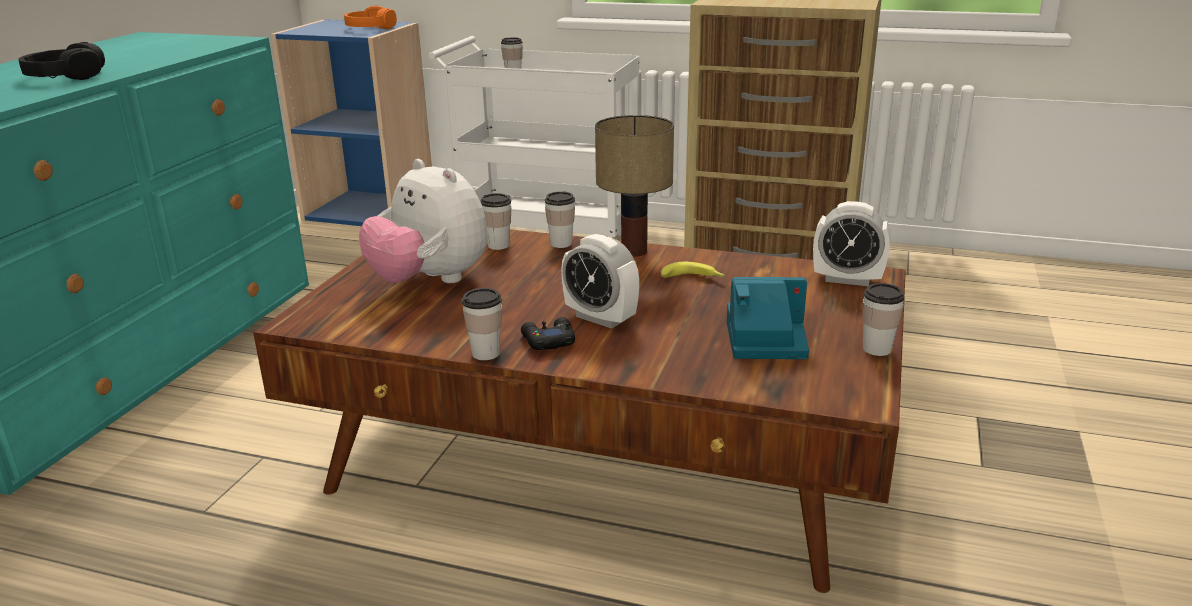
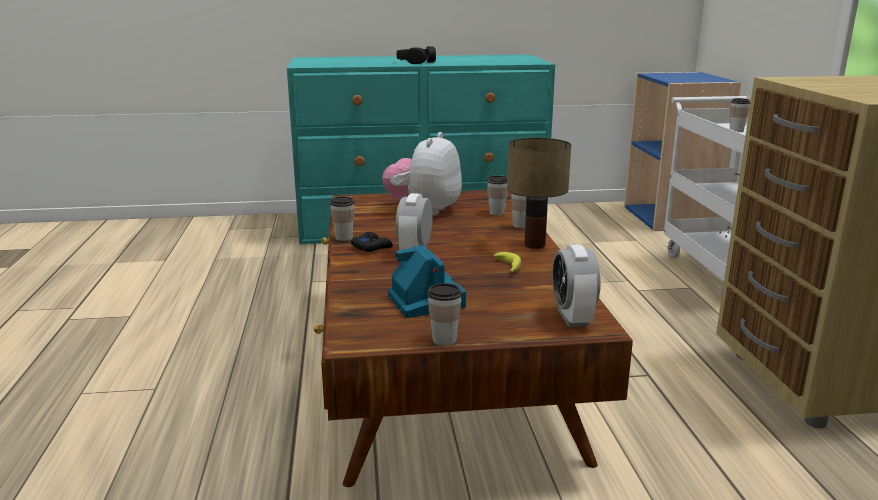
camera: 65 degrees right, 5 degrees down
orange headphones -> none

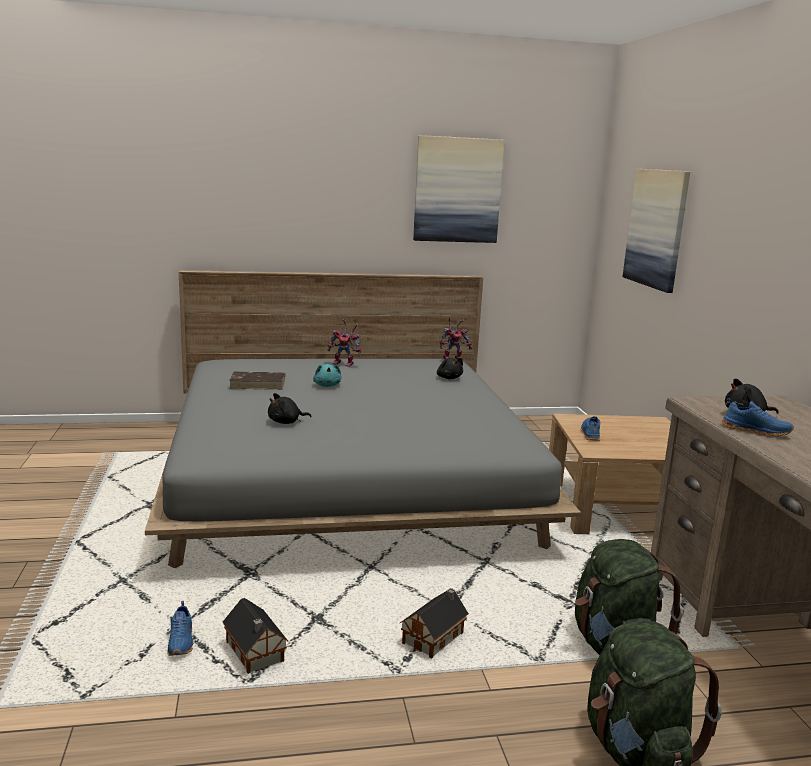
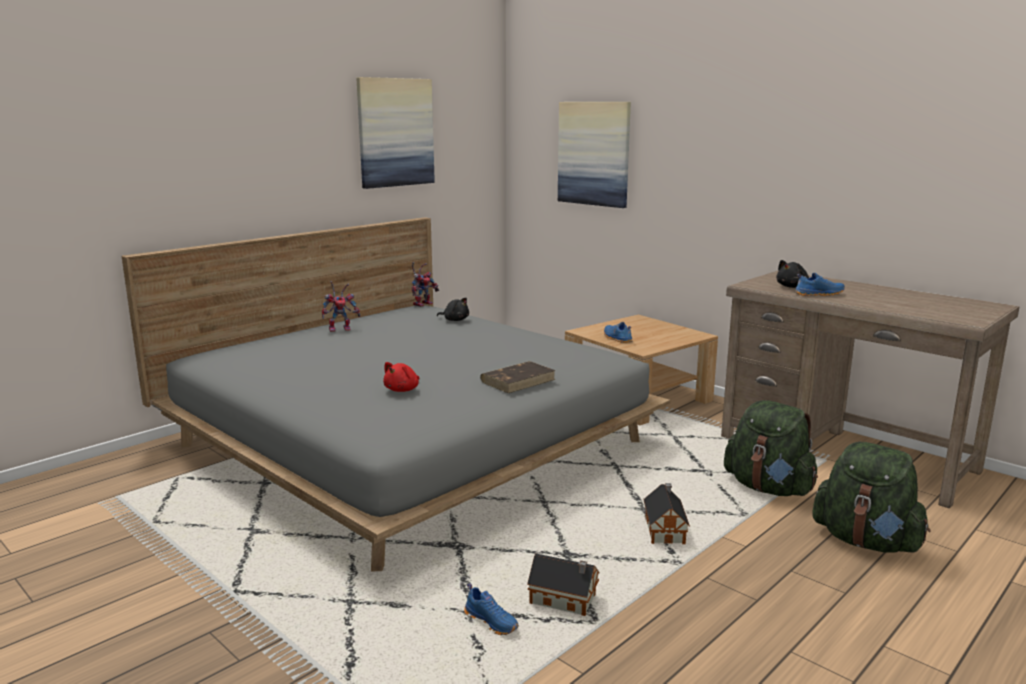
camera: 35 degrees left, 0 degrees up
turquoise plush toy -> none
brown book, moved
black plush toy (1st from left) -> red plush toy

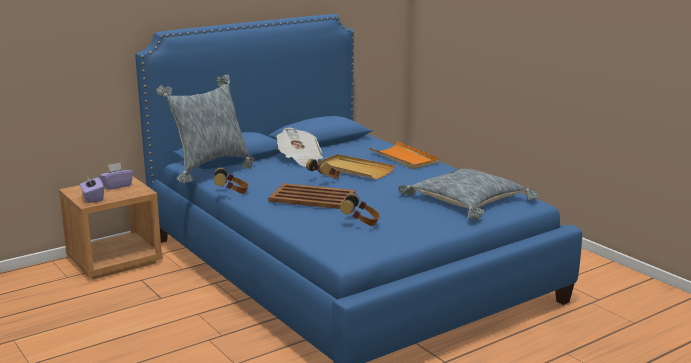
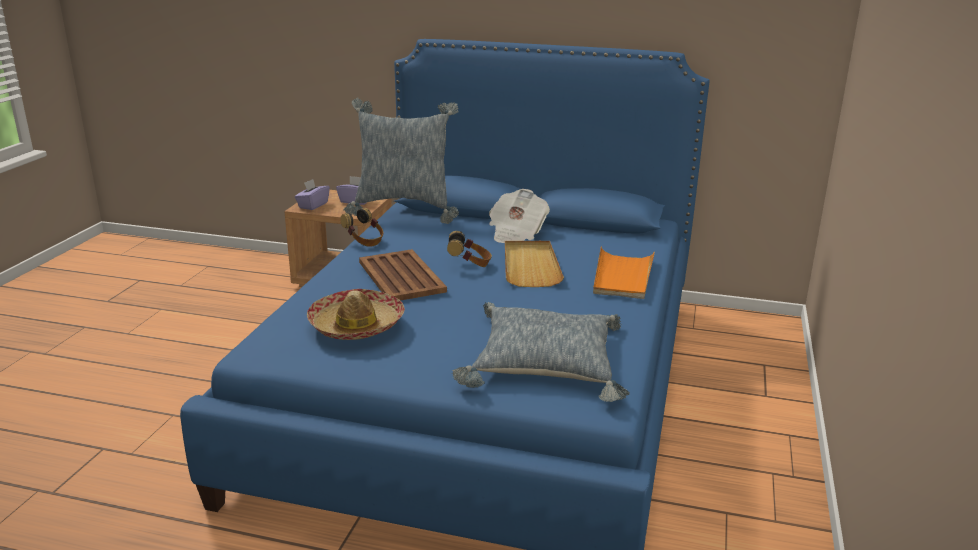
camera: 50 degrees right, 5 degrees up
headphones (3rd from left) -> hat

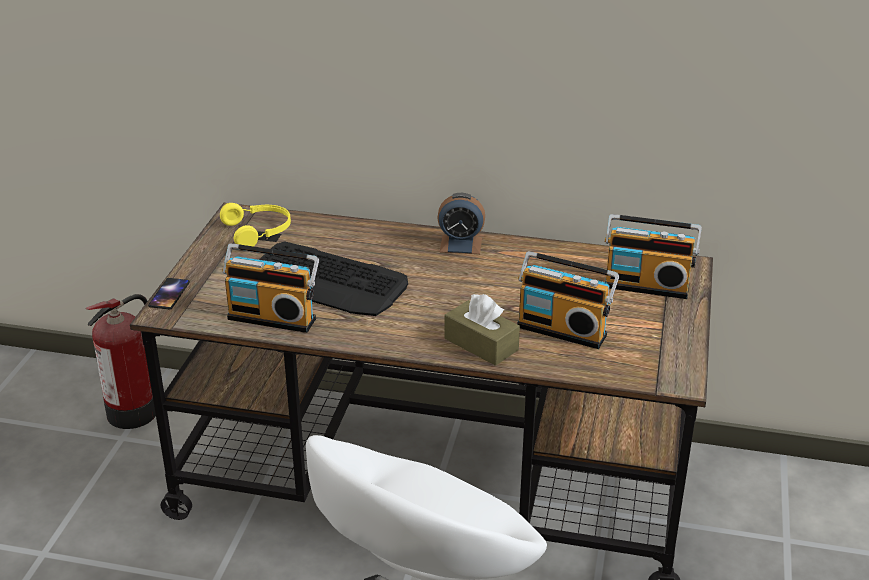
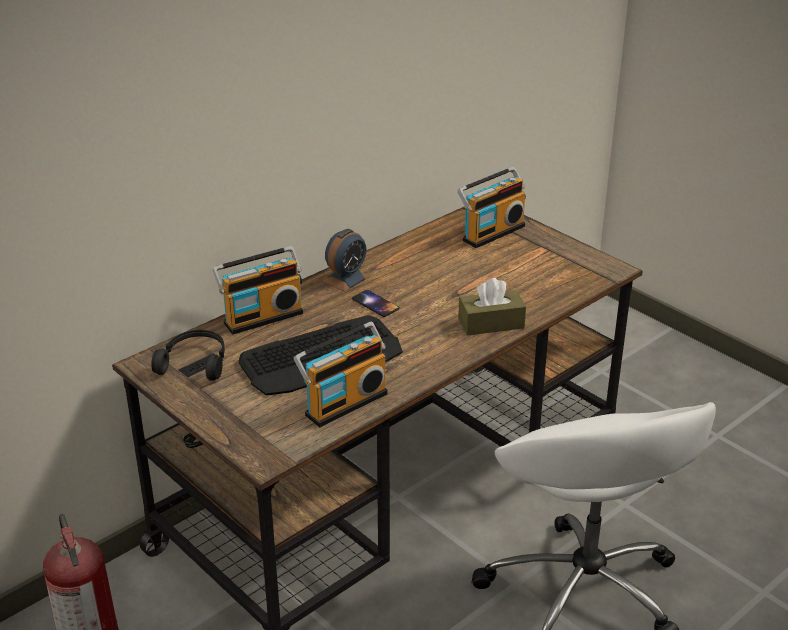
camera: 55 degrees left, 0 degrees up
yellow headphones -> black headphones
radio (2nd from left in the first image) -> radio (1st from left), moved
phone, moved

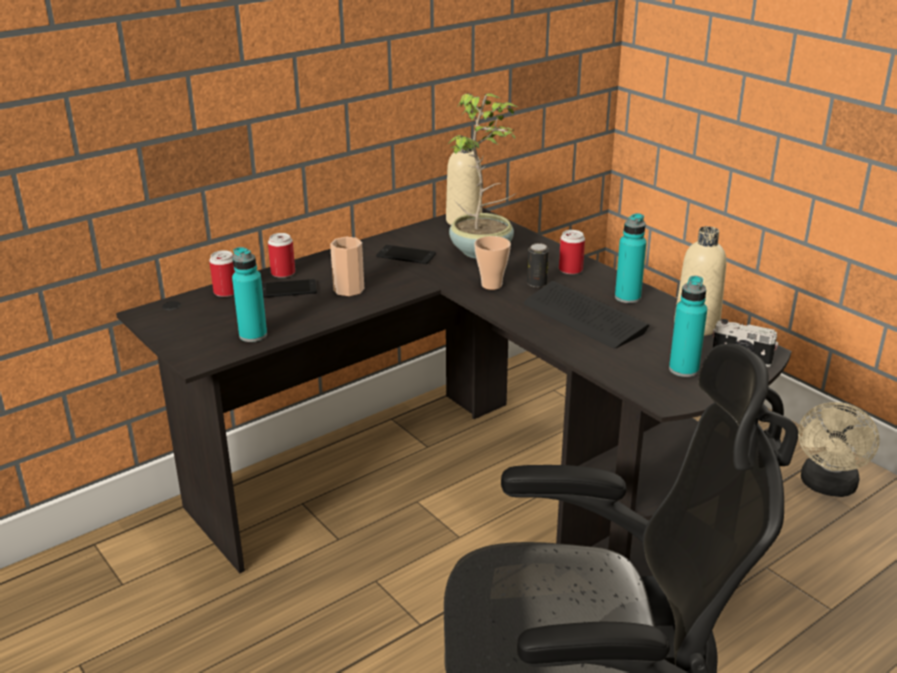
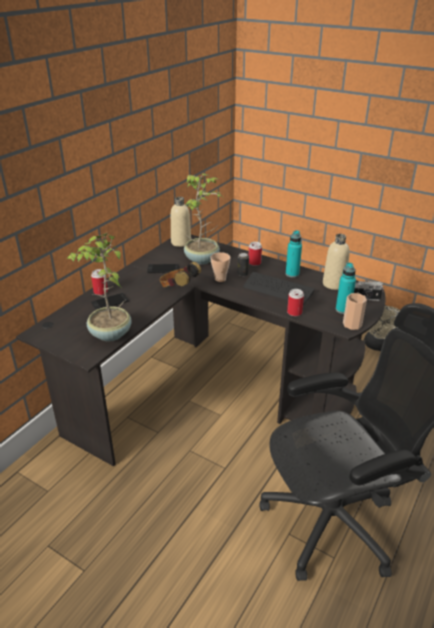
camera: 20 degrees left, 5 degrees up
cup (1st from left in the first image) -> cup (2nd from left), moved
turquoise bottle (1st from left) -> potted plant (1st from left)
can (1st from left in the first image) -> can (4th from left), moved
none -> headphones

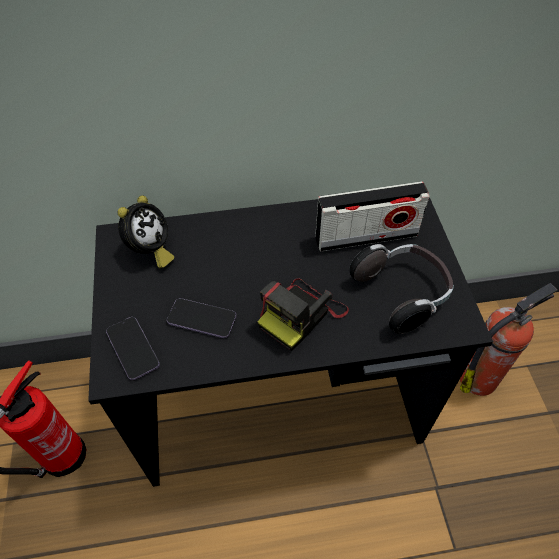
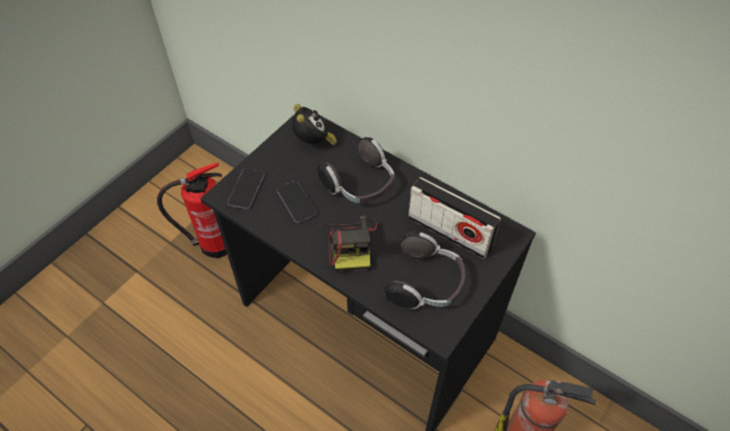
camera: 45 degrees right, 0 degrees up
alarm clock, 90 degrees counterclockwise
photo camera, 90 degrees counterclockwise
none -> headphones (1st from left)

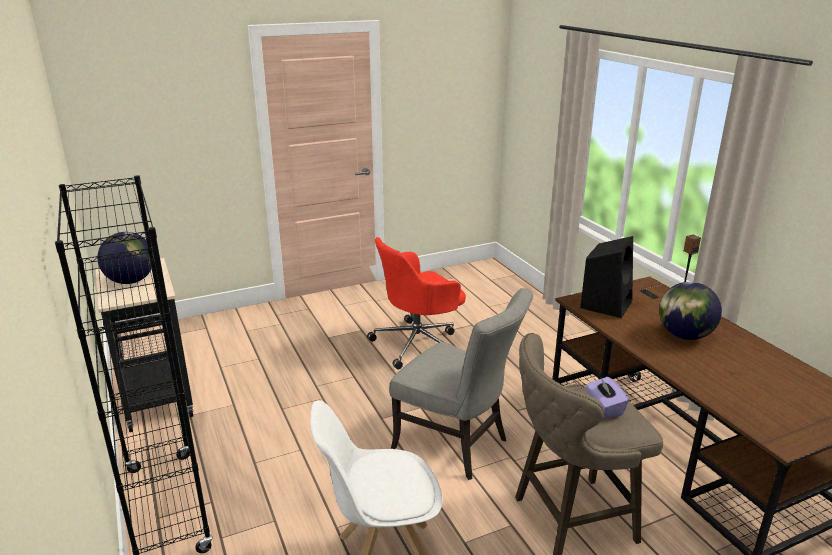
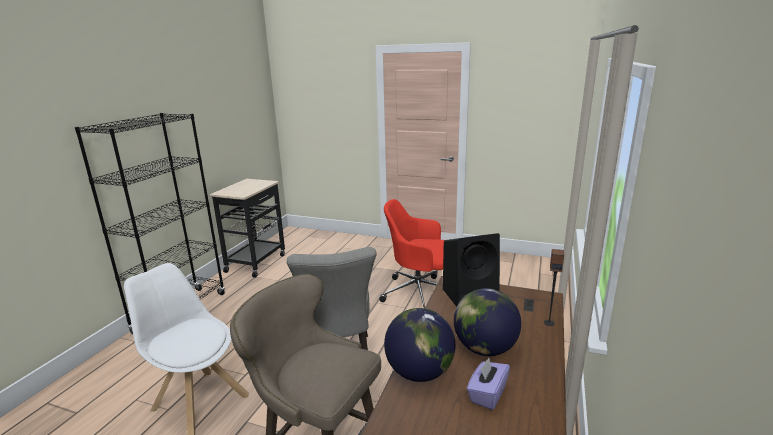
camera: 45 degrees right, 5 degrees down
globe (1st from left), moved
purple tissue box, moved

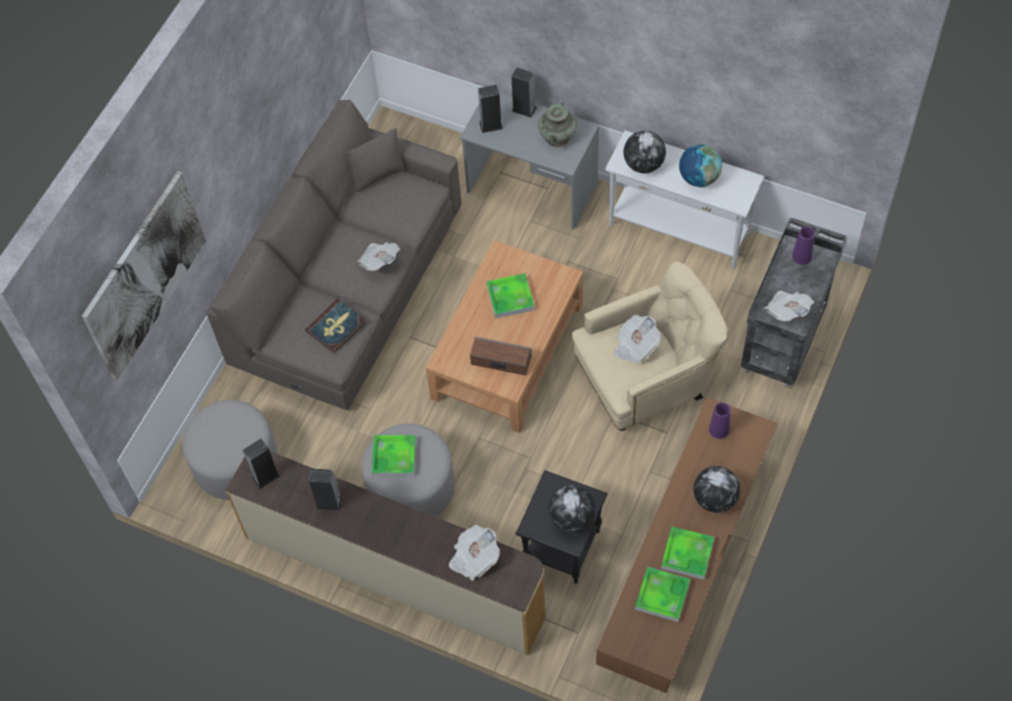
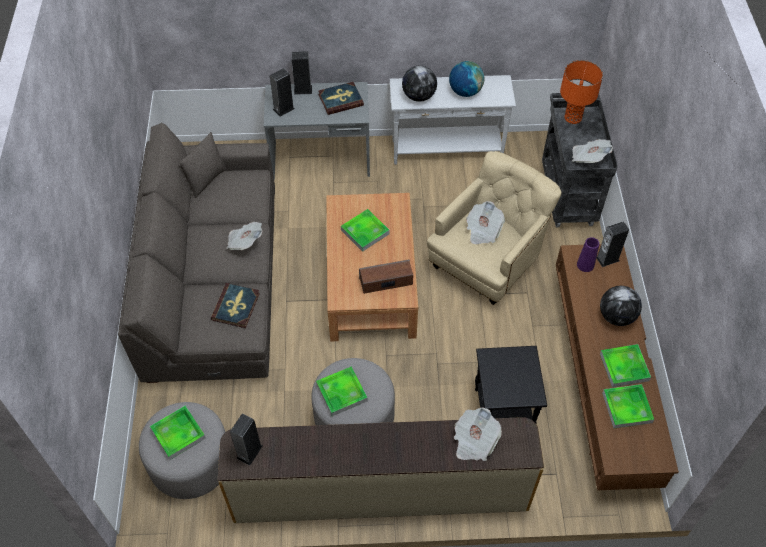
camera: 30 degrees left, 5 degrees down
turquoise vase -> book (2nd from left)
picture -> none
purple vase (2nd from left) -> orange table lamp
speaker (2nd from left in the first image) -> speaker (5th from left), moved
globe (1st from left) -> none
none -> tray (1st from left)

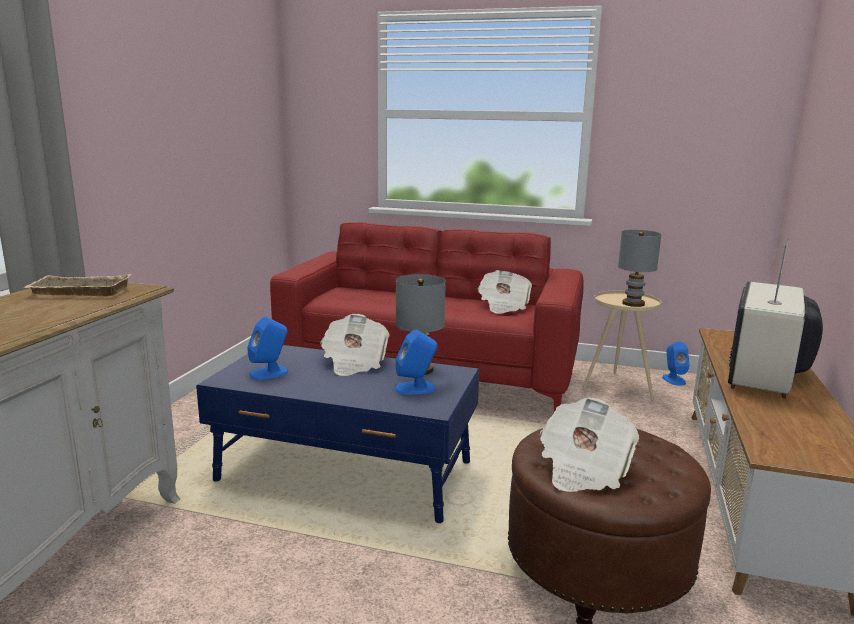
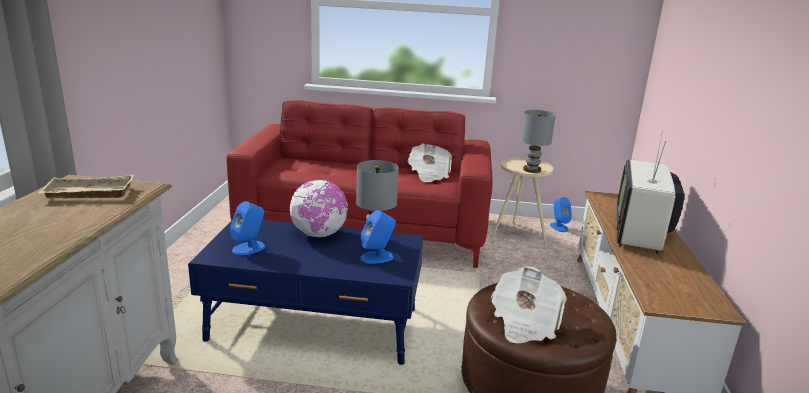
camera: 10 degrees left, 5 degrees up
newspaper (1st from left) -> globe

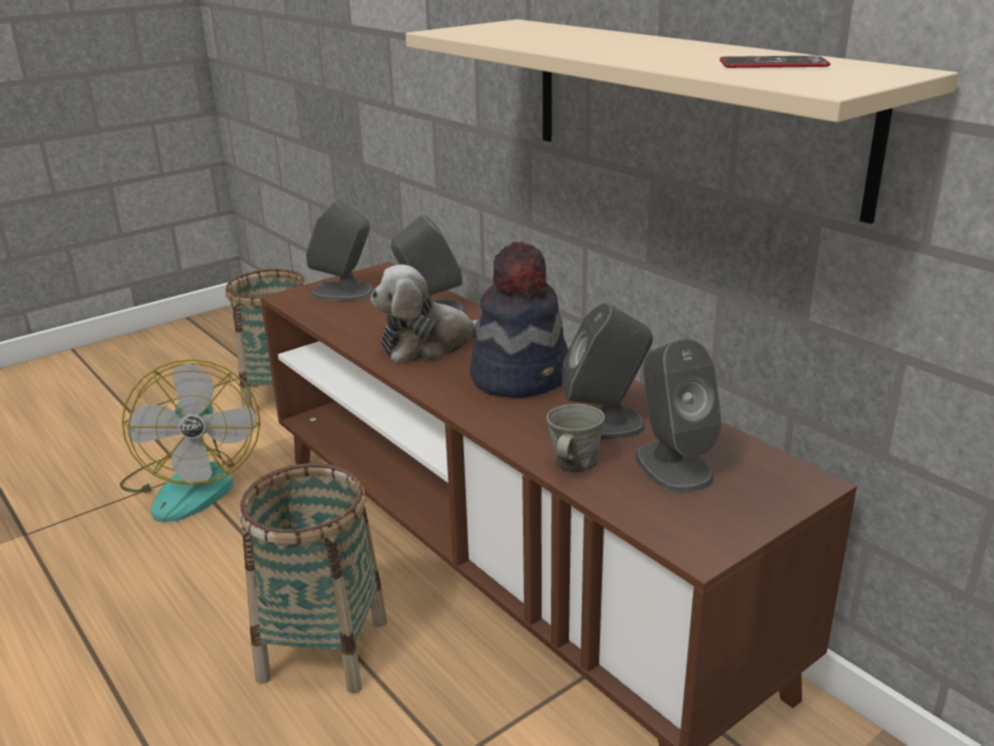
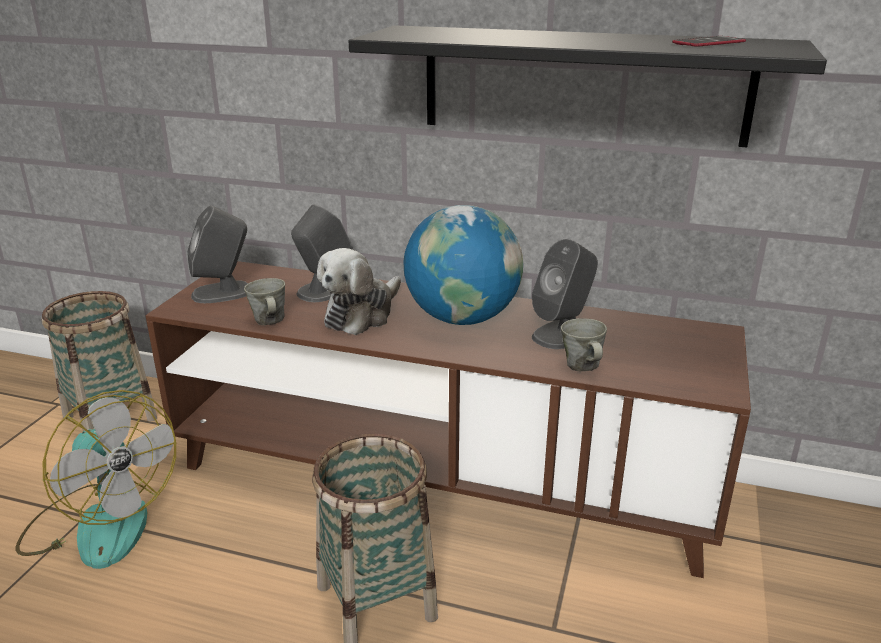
camera: 35 degrees left, 0 degrees up
beige shelf -> black shelf
hat -> globe
grey speaker (4th from left) -> none
none -> grey mug (1st from left)

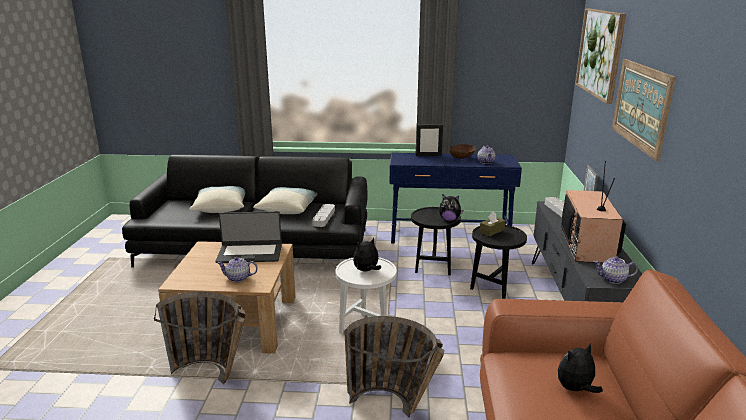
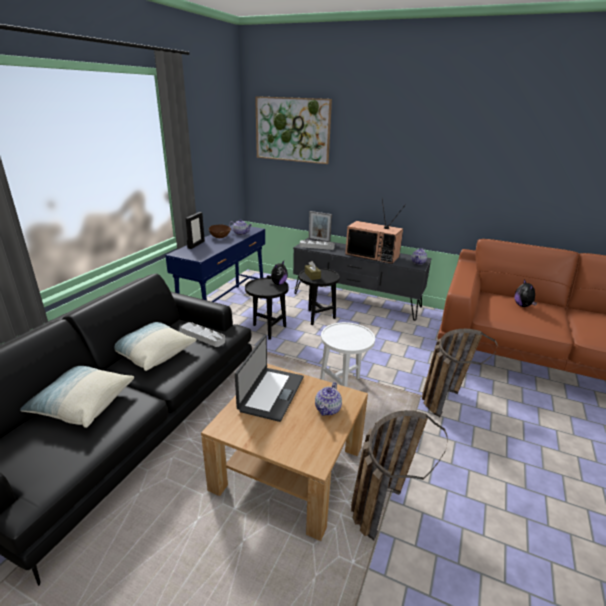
camera: 70 degrees left, 5 degrees up
picture (2nd from left) -> none
plush toy (1st from left) -> none

